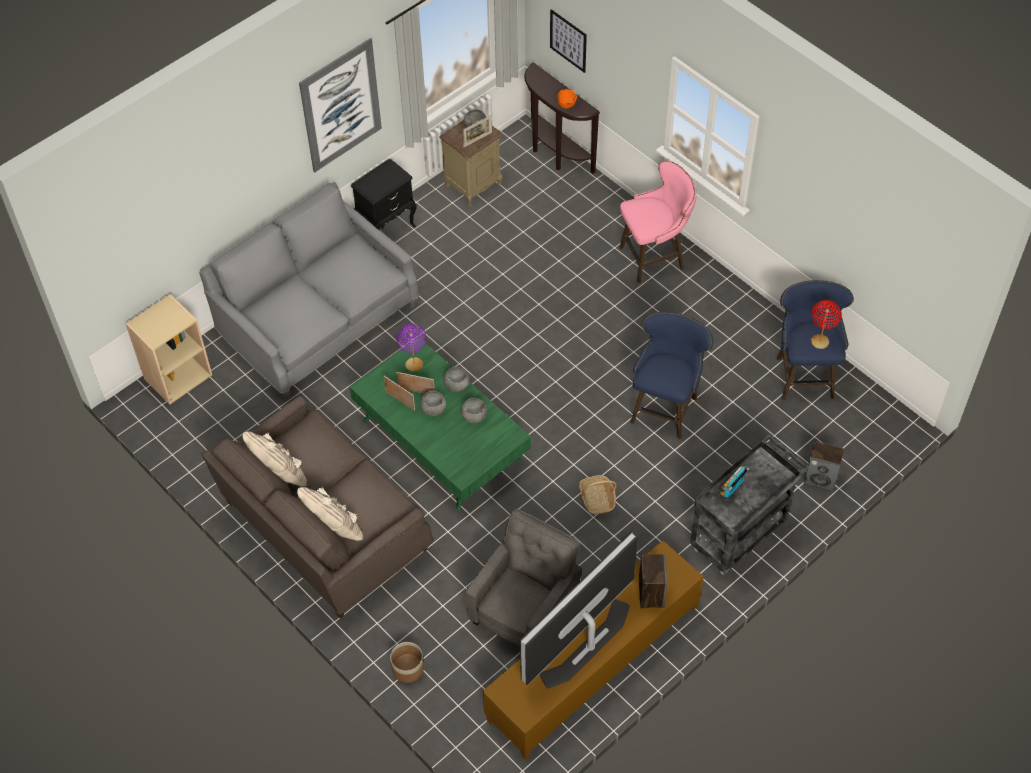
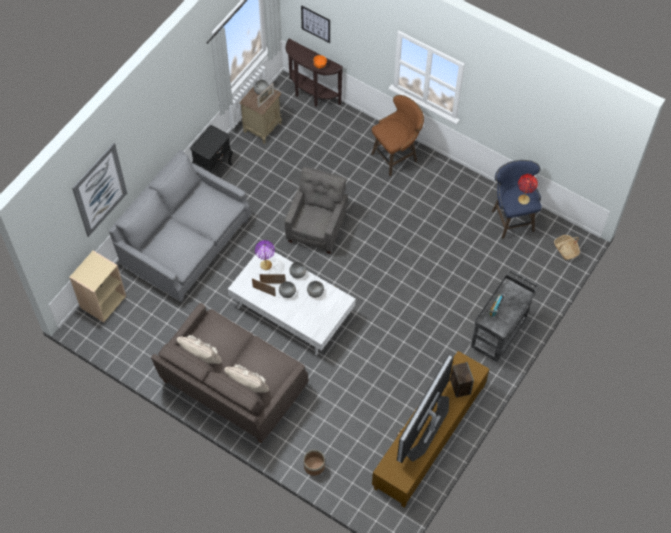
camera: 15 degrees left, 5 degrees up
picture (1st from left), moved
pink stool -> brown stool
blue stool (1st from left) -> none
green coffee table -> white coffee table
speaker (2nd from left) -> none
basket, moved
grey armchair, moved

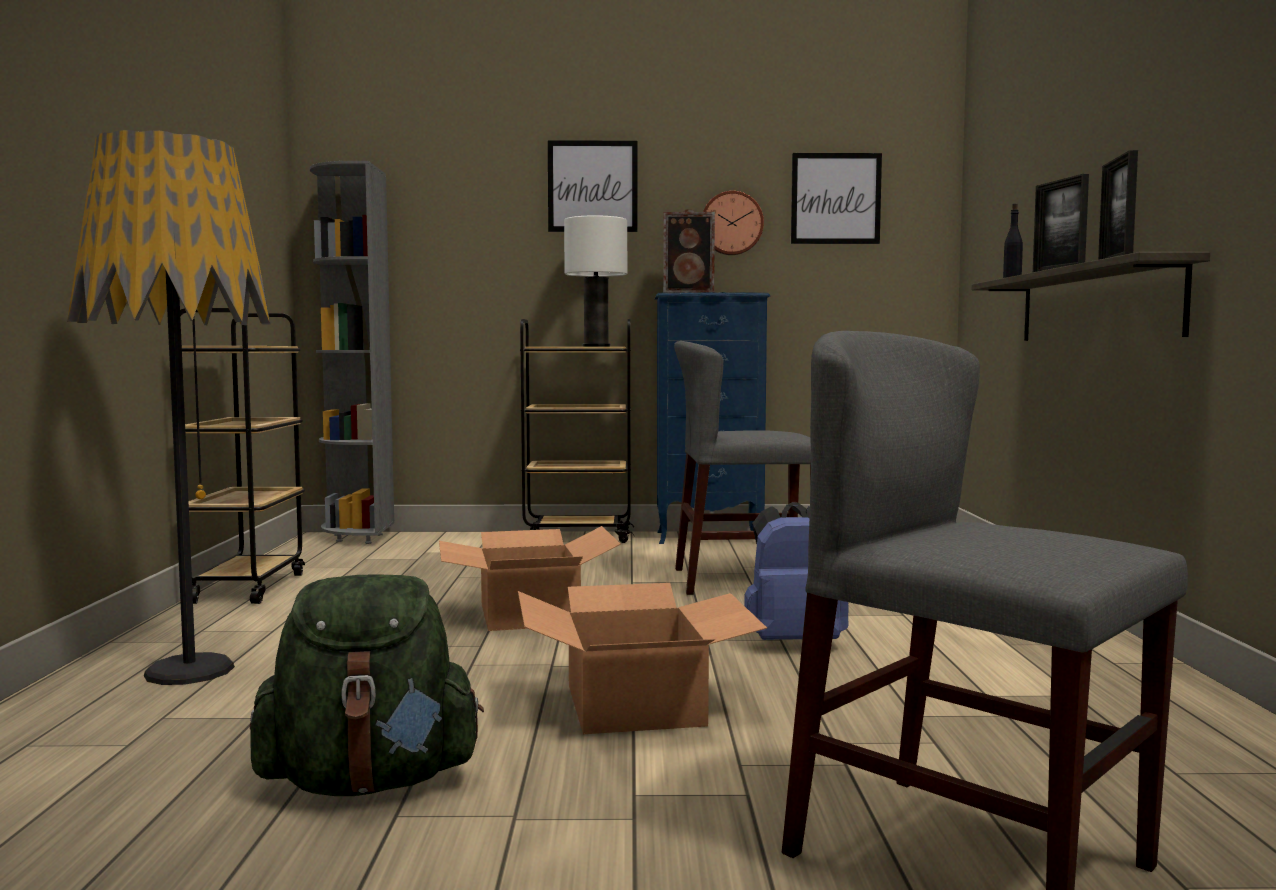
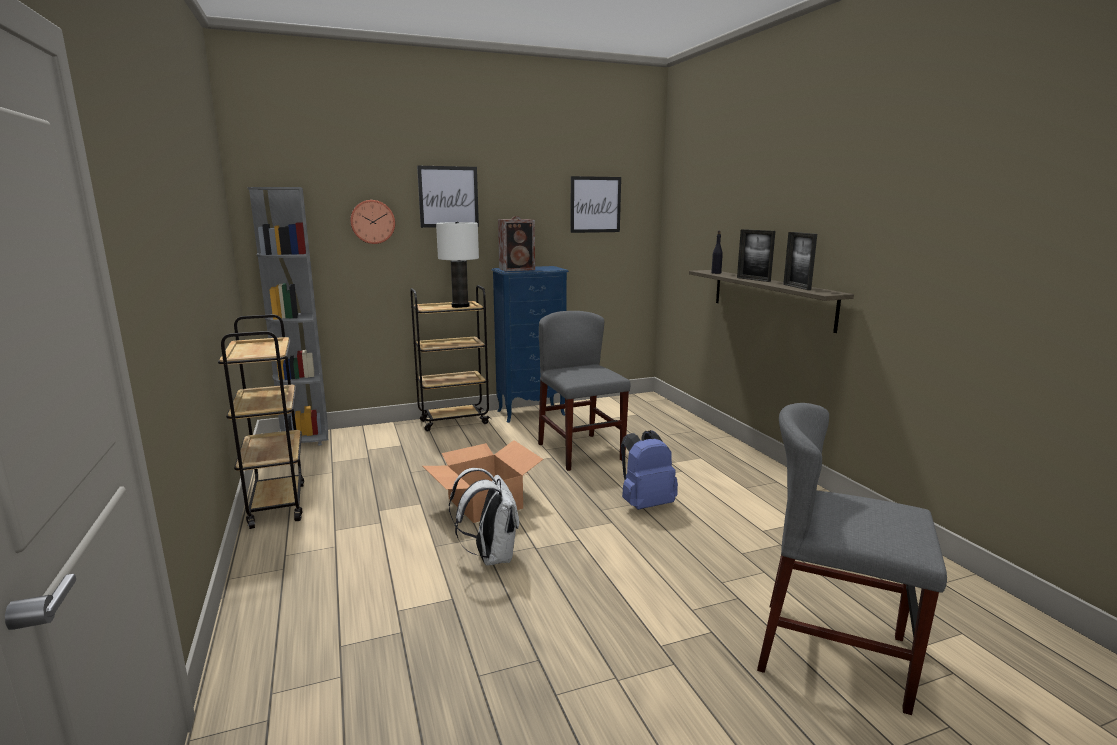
camera: 20 degrees left, 10 degrees up
floor lamp -> none
wall clock, moved
grey chair (1st from left), 90 degrees clockwise
green backpack -> none
cardboard box (2nd from left) -> none
none -> white backpack

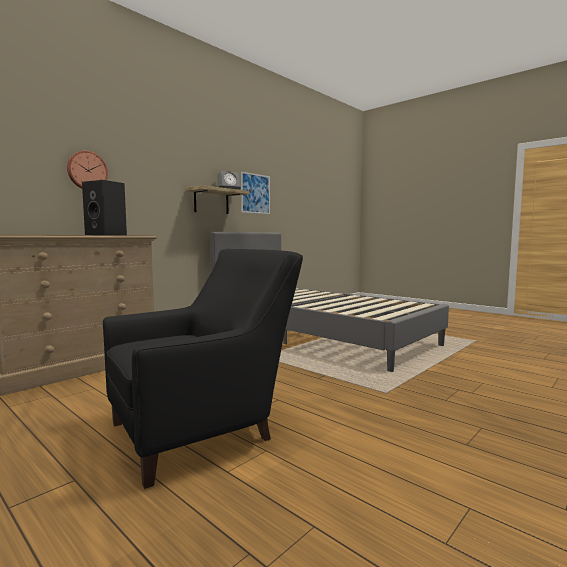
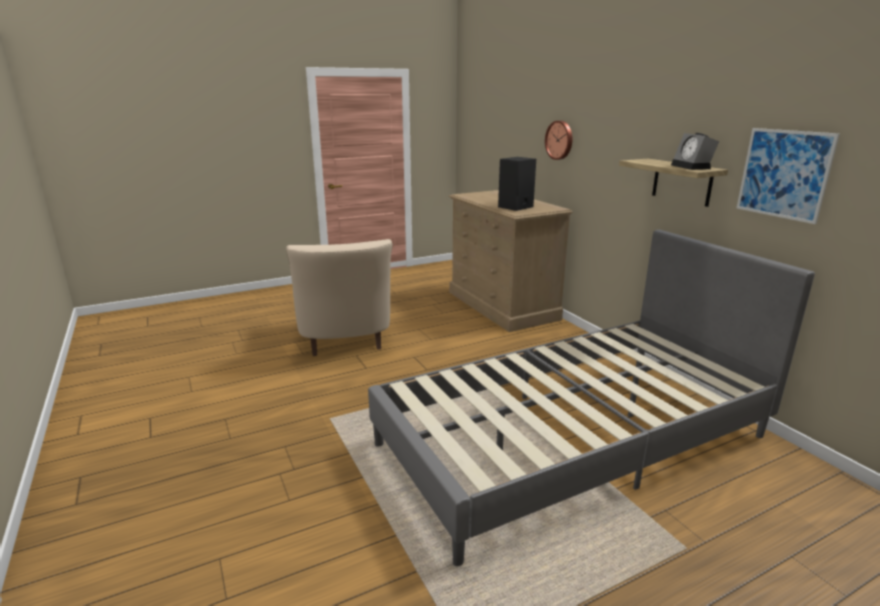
camera: 110 degrees right, 15 degrees up
black armchair -> beige armchair

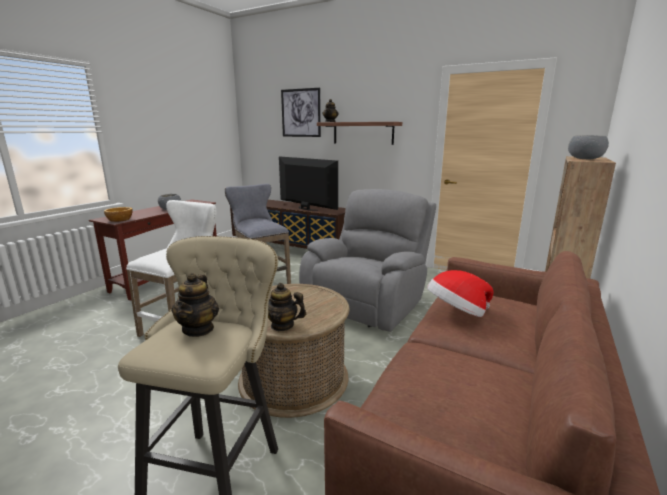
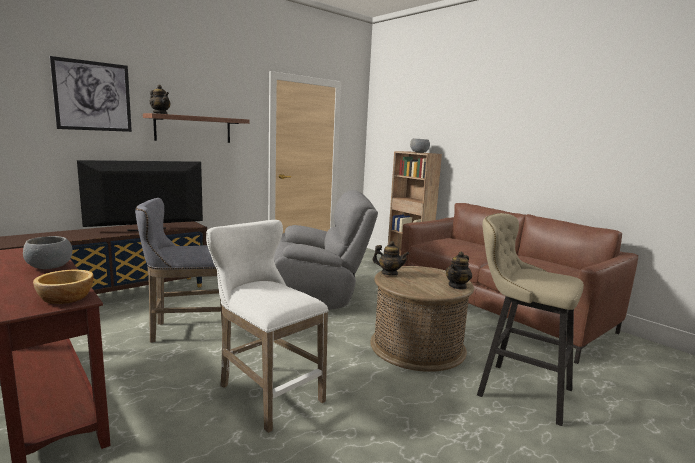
camera: 70 degrees left, 5 degrees down
grey armchair, 120 degrees clockwise
hat -> none
teapot (1st from left in the first image) -> teapot (2nd from left), moved

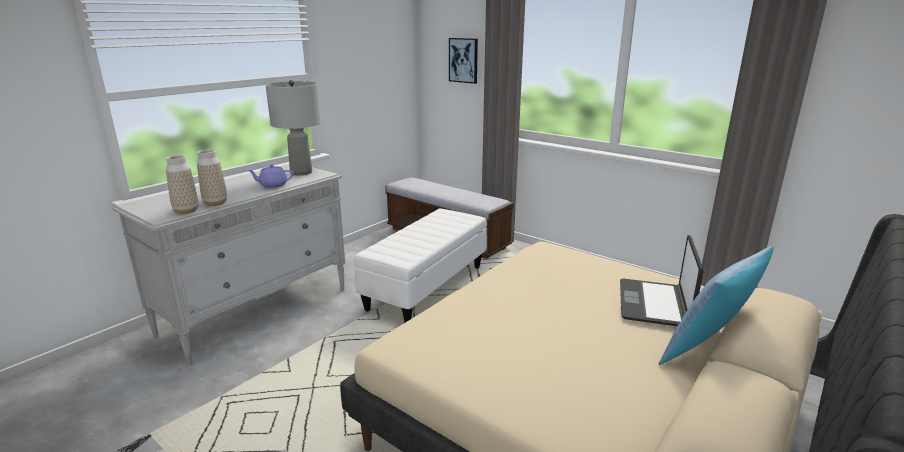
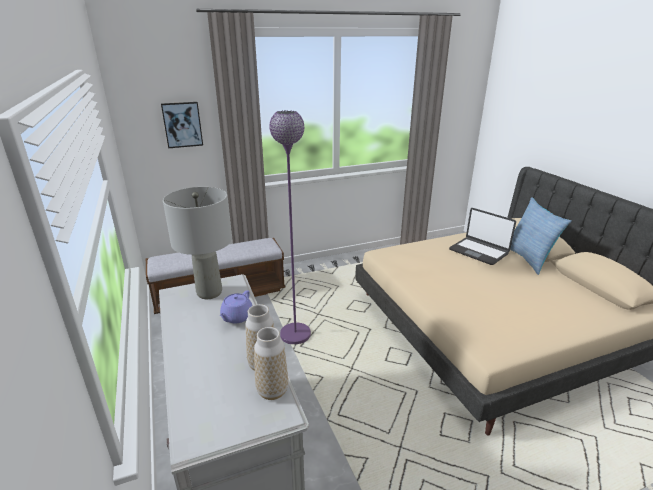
camera: 60 degrees left, 5 degrees up
white ottoman -> purple floor lamp

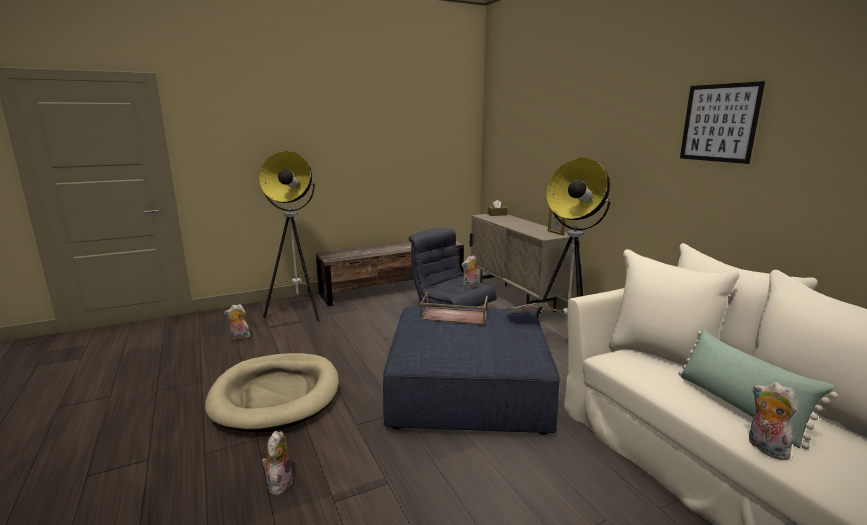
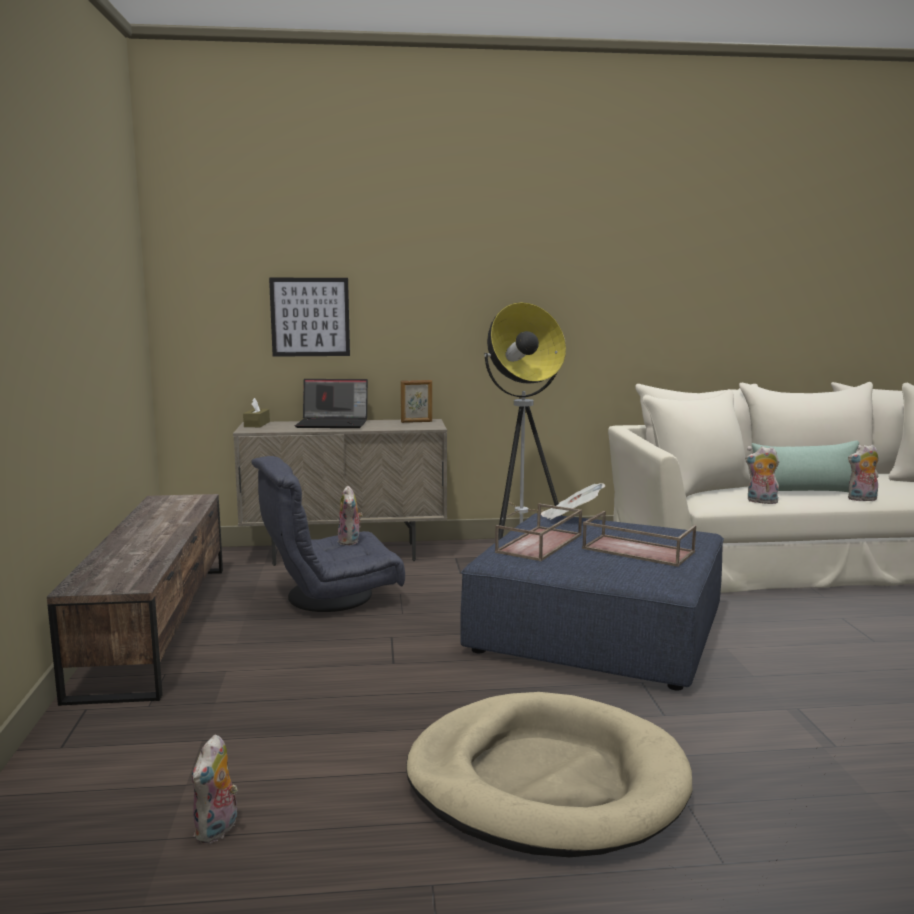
camera: 70 degrees left, 5 degrees down
picture, moved
floor lamp (1st from left) -> none
plush toy (2nd from left in the first image) -> plush toy (3rd from left), moved
none -> laptop
none -> brown tray (2nd from left)

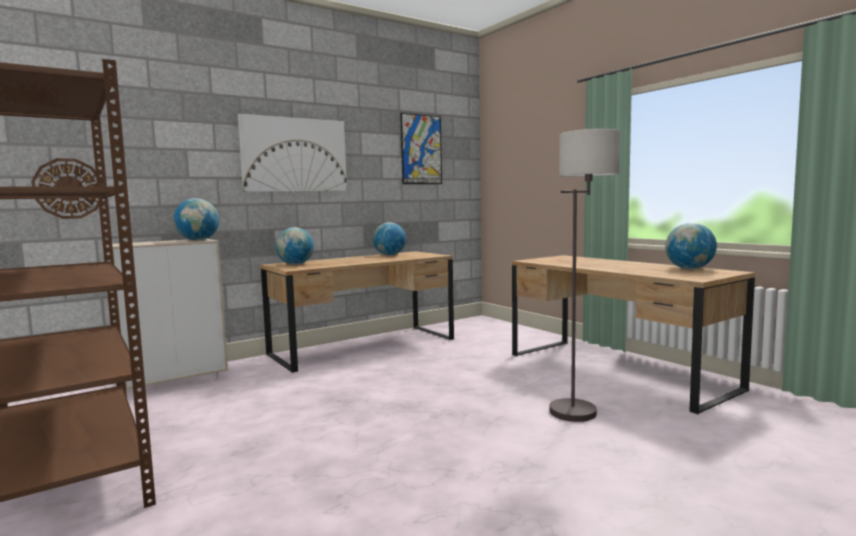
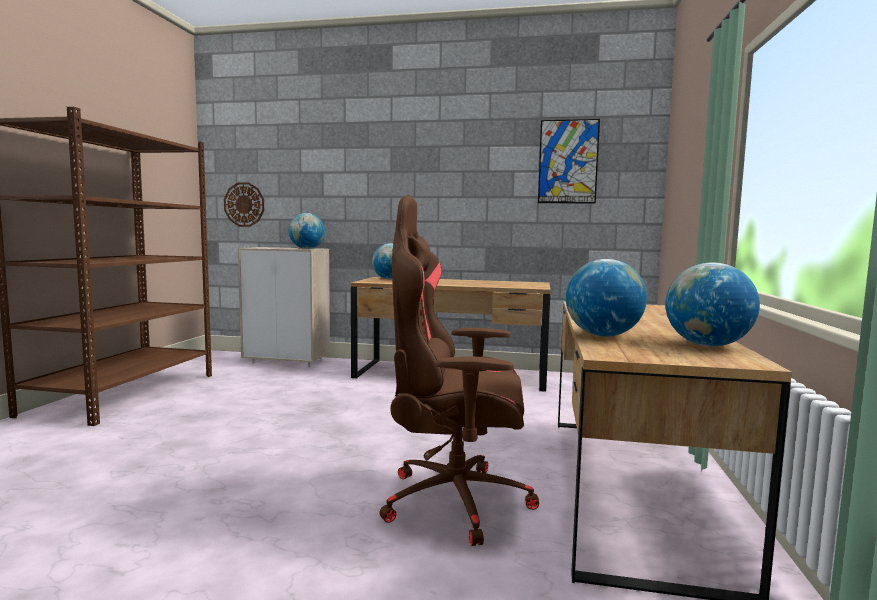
camera: 45 degrees right, 0 degrees up
picture (1st from left) -> none
grey floor lamp -> brown office chair
globe (3rd from left), moved

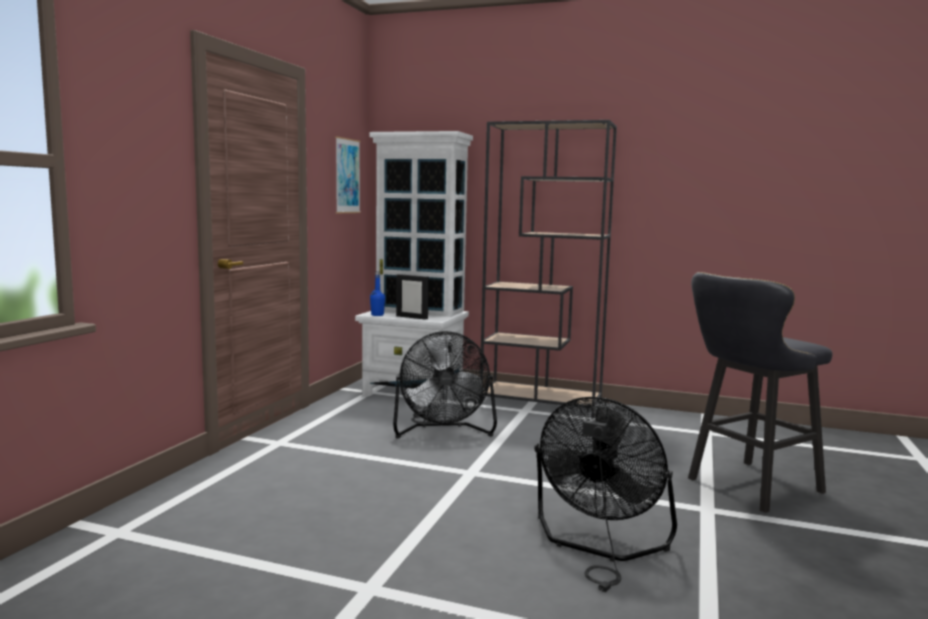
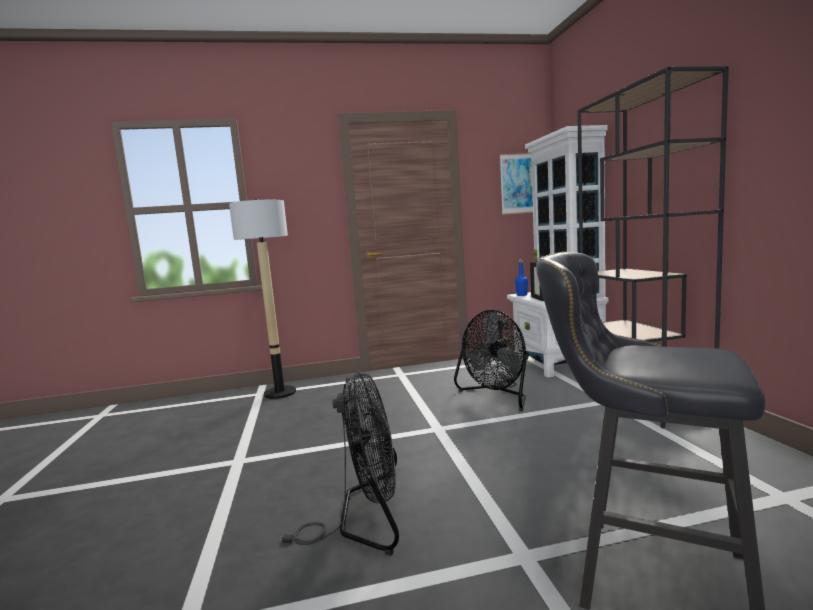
camera: 60 degrees right, 0 degrees up
none -> floor lamp

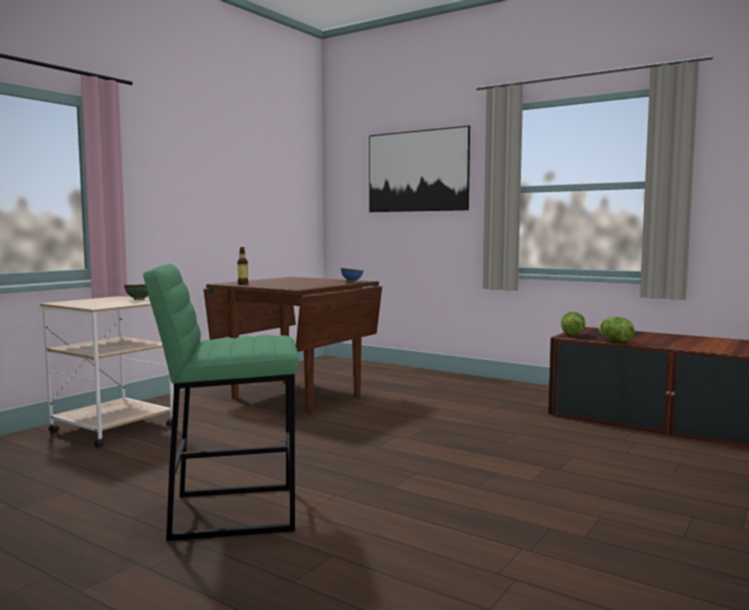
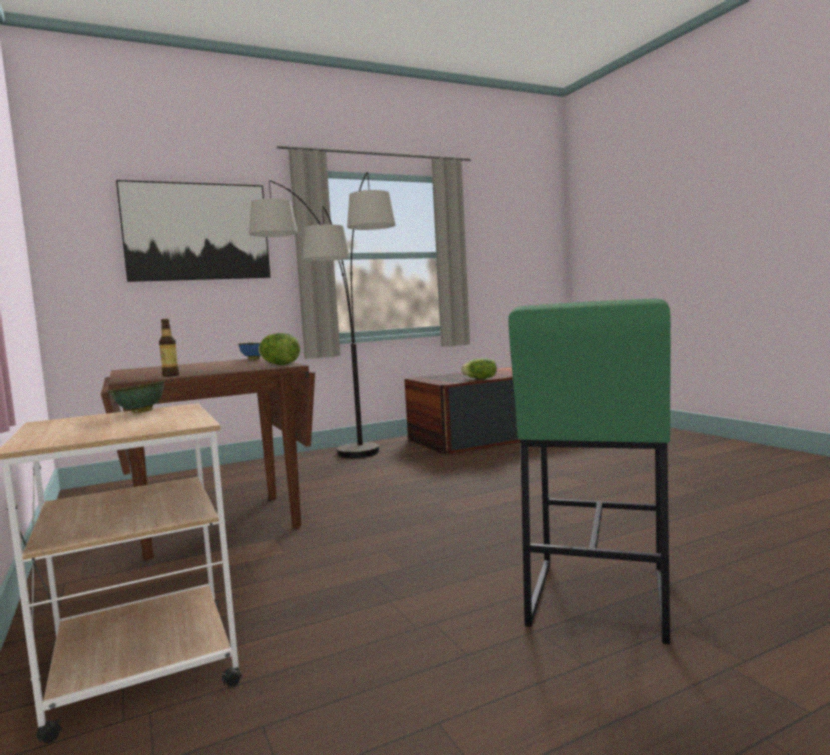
camera: 60 degrees left, 0 degrees up
lettuce (1st from left), moved
none -> floor lamp

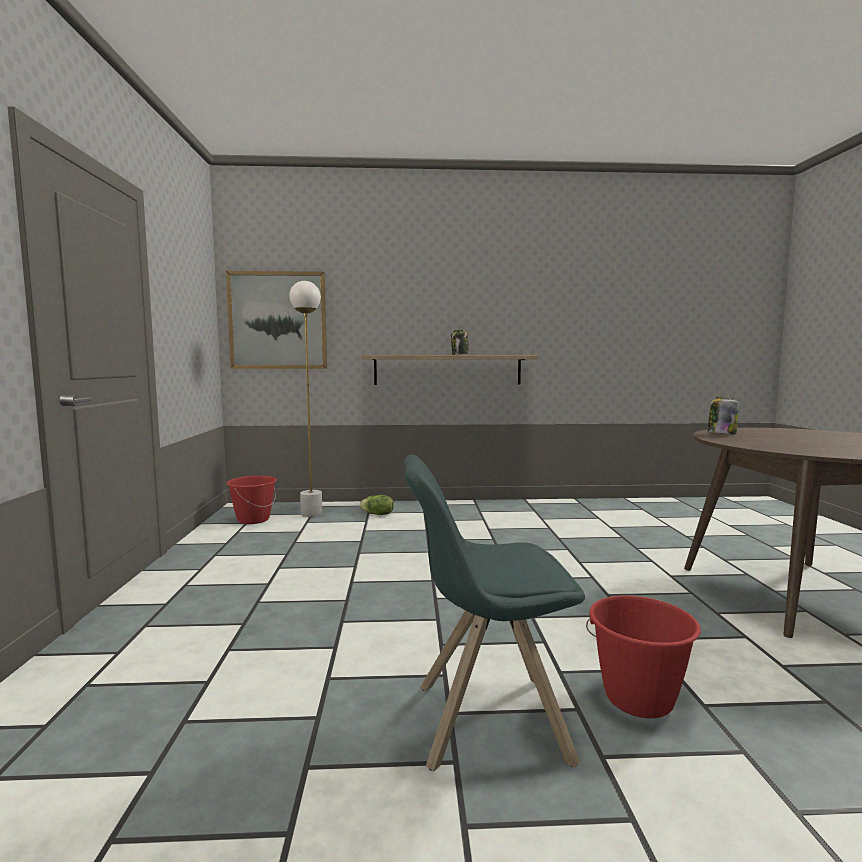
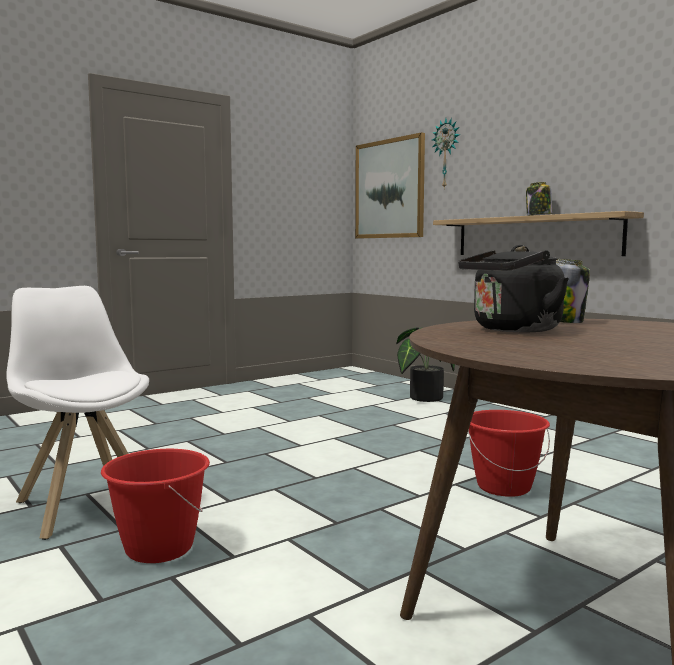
camera: 55 degrees right, 0 degrees up
white floor lamp -> none
turquoise chair -> white chair
red bucket (1st from left in the first image) -> red bucket (2nd from left), moved
lettuce -> potted plant
none -> wall clock
none -> black kettle

